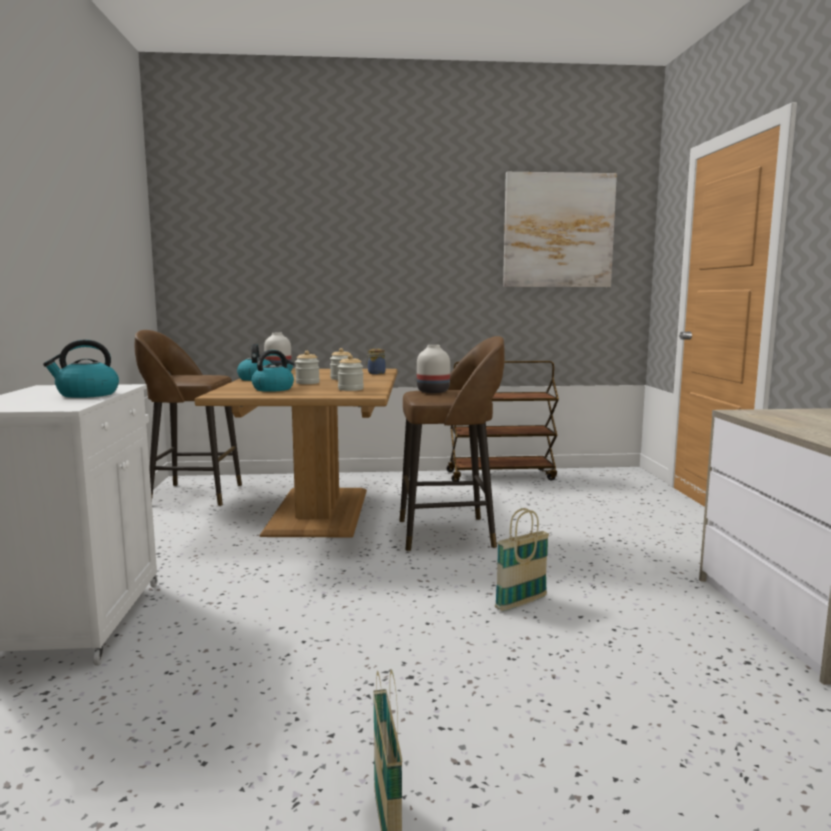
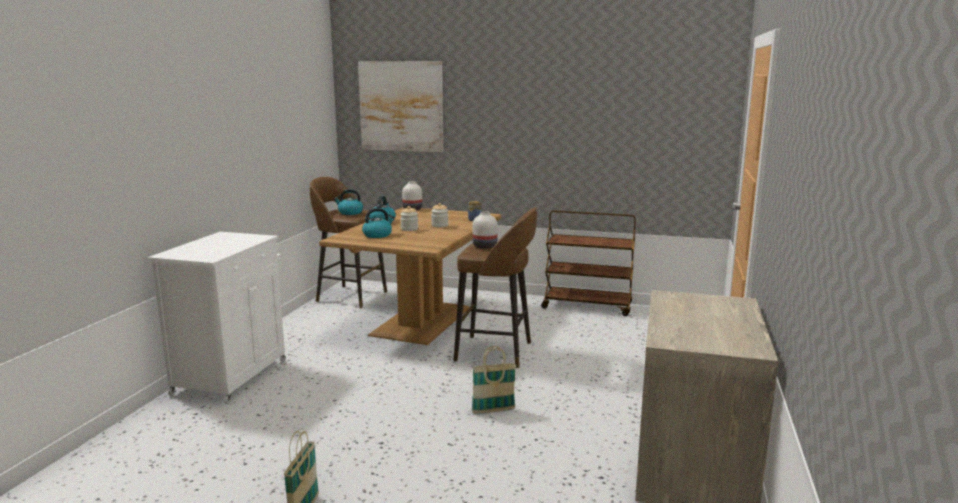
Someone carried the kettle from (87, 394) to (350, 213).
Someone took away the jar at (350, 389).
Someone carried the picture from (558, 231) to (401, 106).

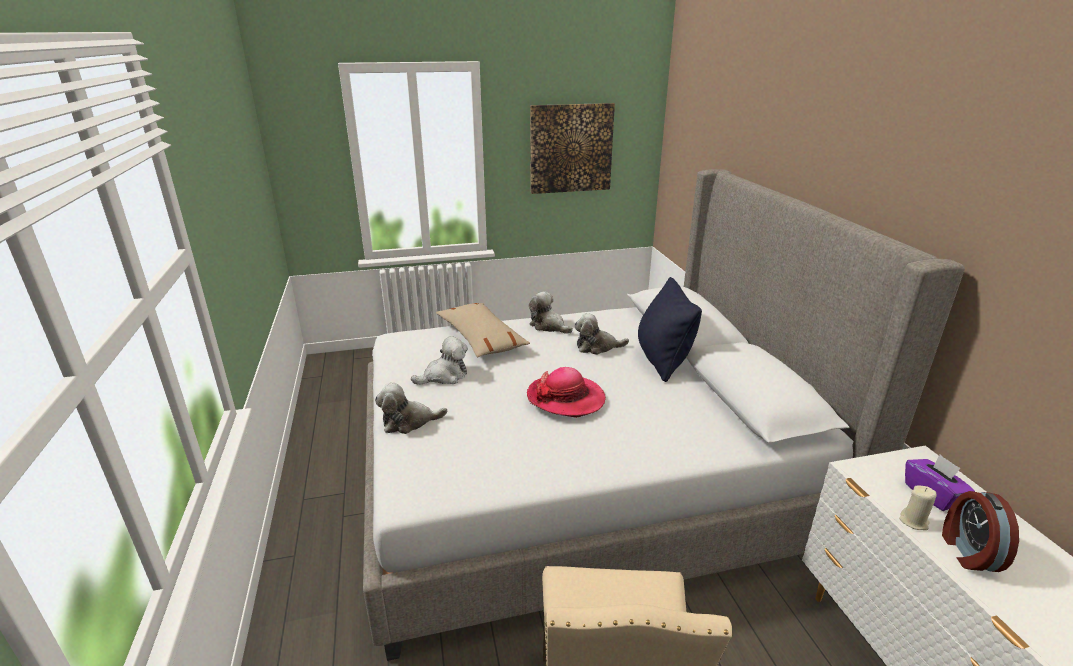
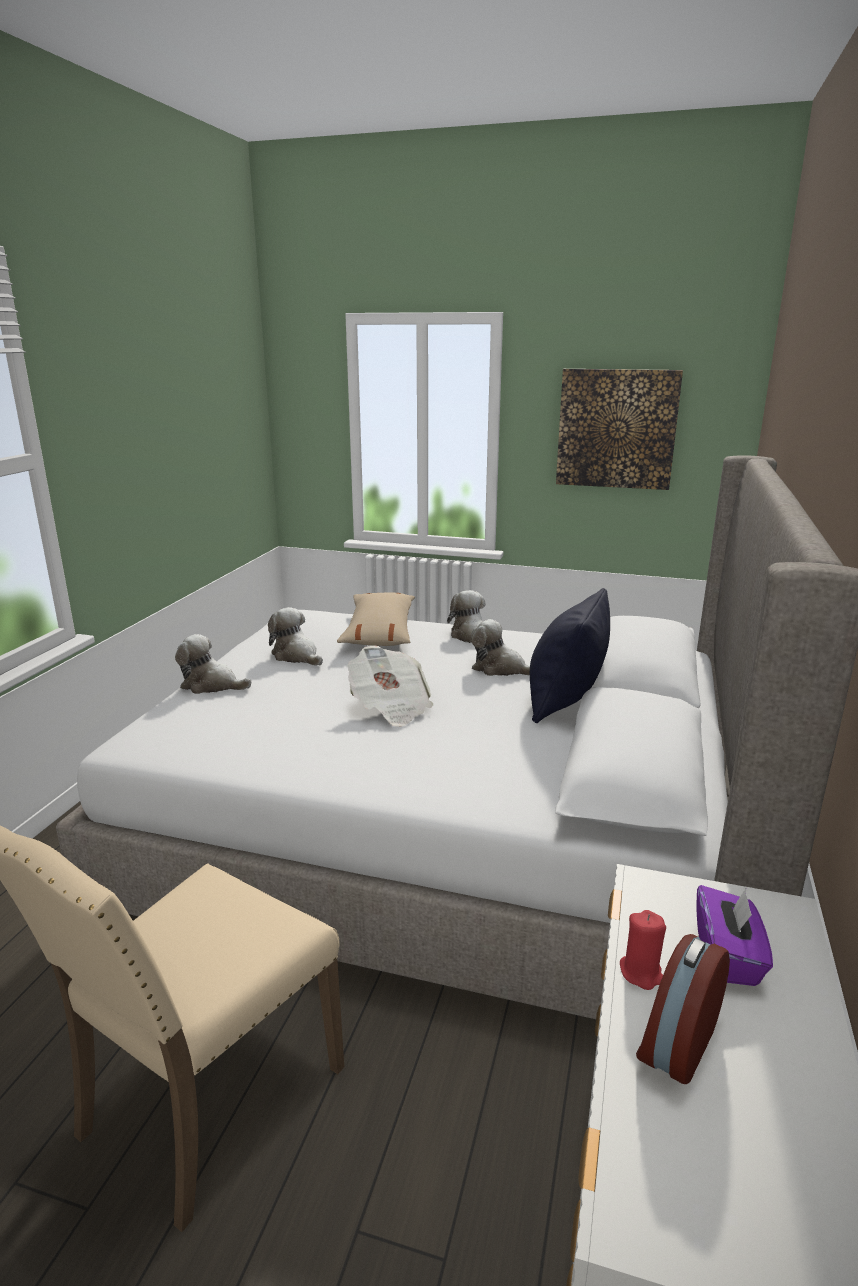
Someone rotated the plush toy at (444, 376) by 135 degrees counterclockwise.
Someone swapped the hat at (566, 398) for the newspaper at (390, 706).
Someone repainted the candle in beige at (914, 521), which became the candle in red at (642, 973).

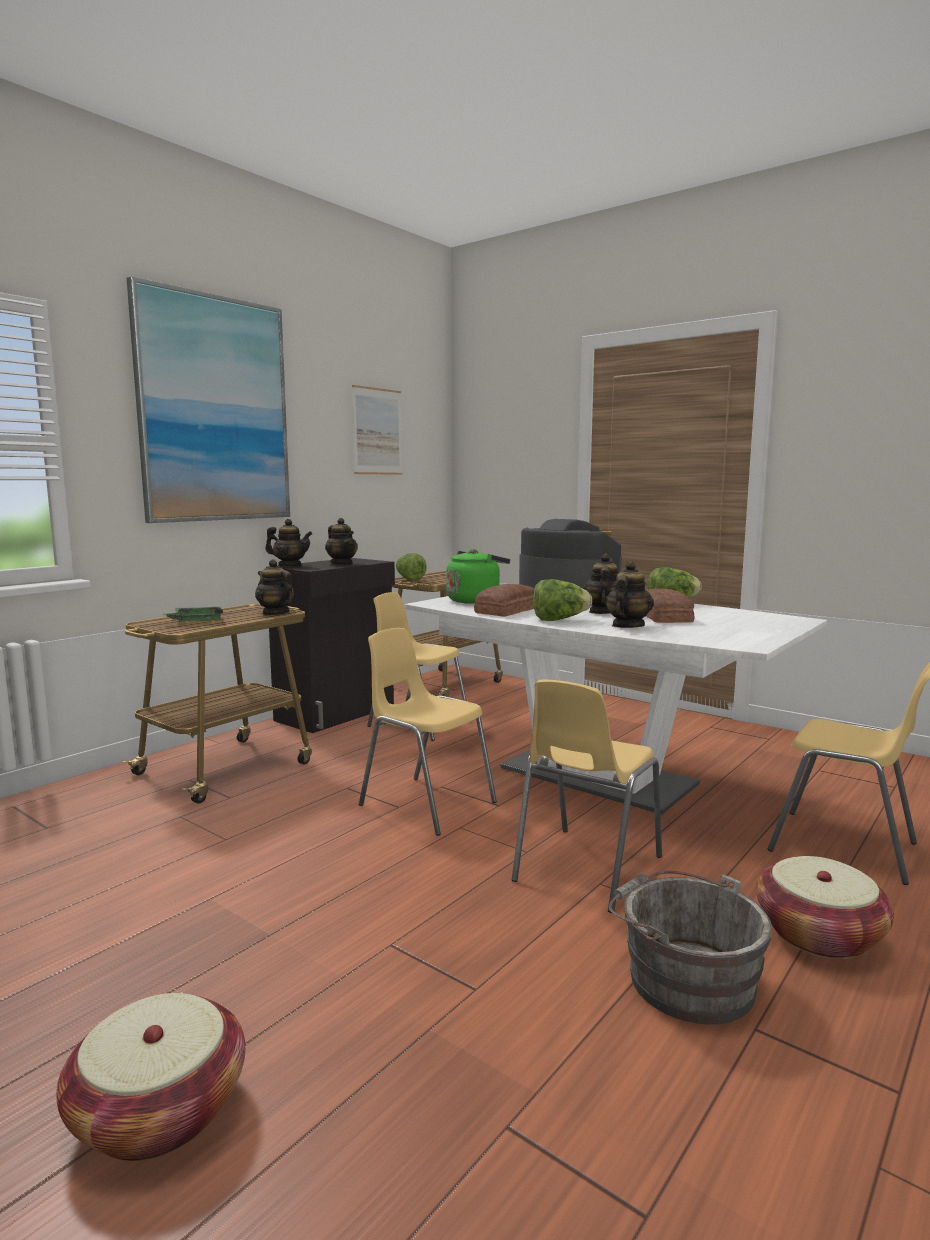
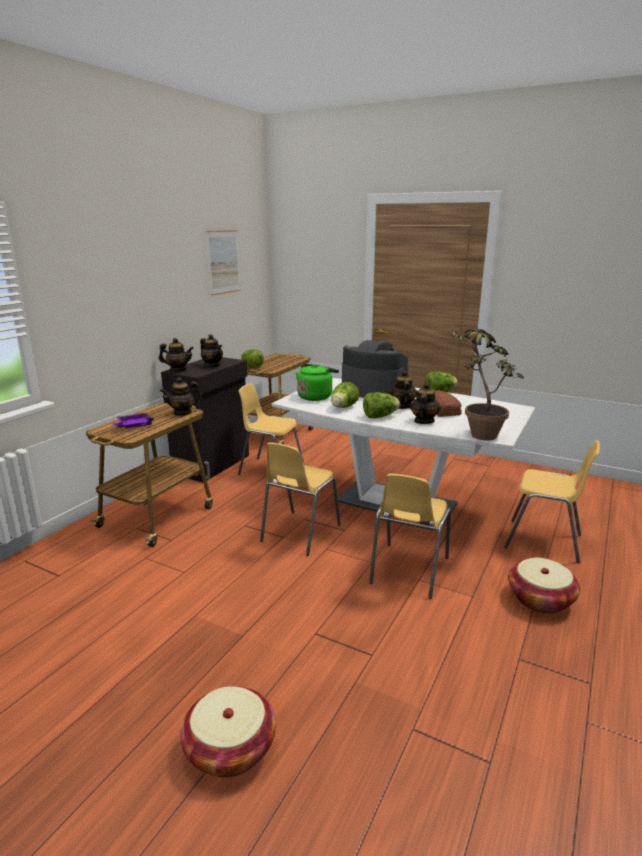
Someone took away the picture at (214, 410).
Someone repainted the tray in green at (196, 621), which became the tray in purple at (134, 426).
Someone rotated the teapot at (275, 613) by 60 degrees counterclockwise.
Someone rotated the chair in yellow at (426, 804) by 90 degrees counterclockwise.
Someone swapped the bread at (509, 610) for the lettuce at (343, 407).
Someone took away the bucket in grey at (684, 978).
Someone put down the potted plant at (476, 432).

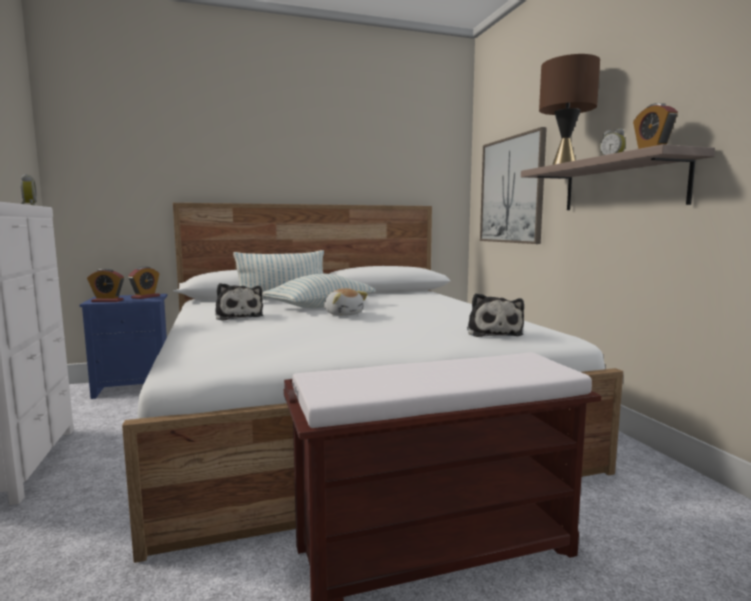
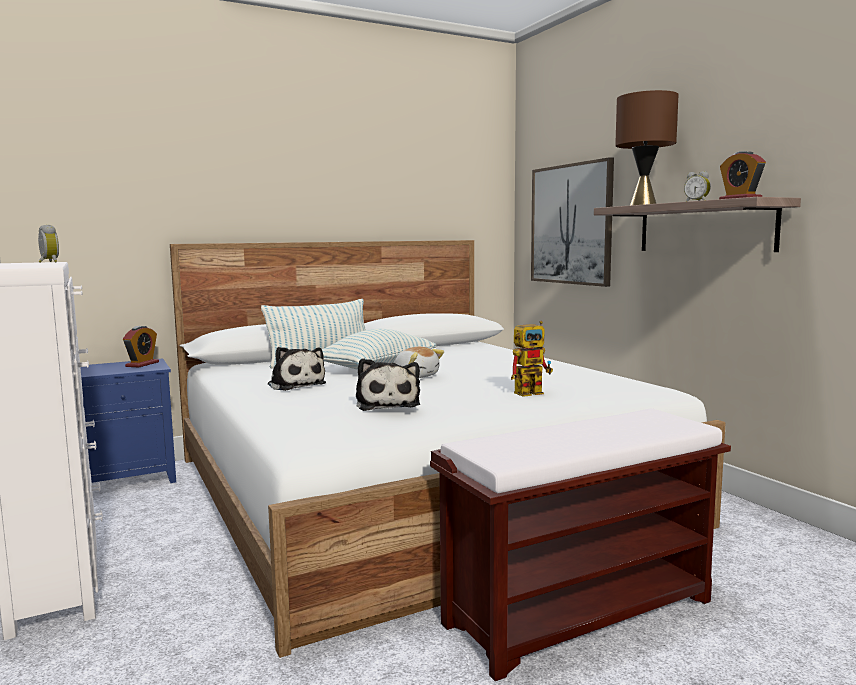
Someone took away the alarm clock at (107, 301).
Someone carried the plush toy from (493, 333) to (387, 404).
Someone put down the toy robot at (532, 392).

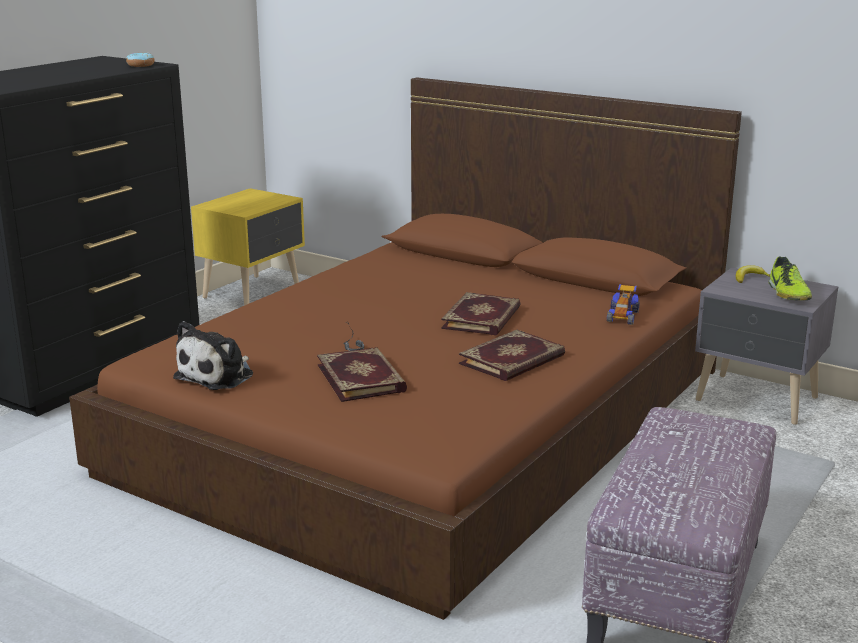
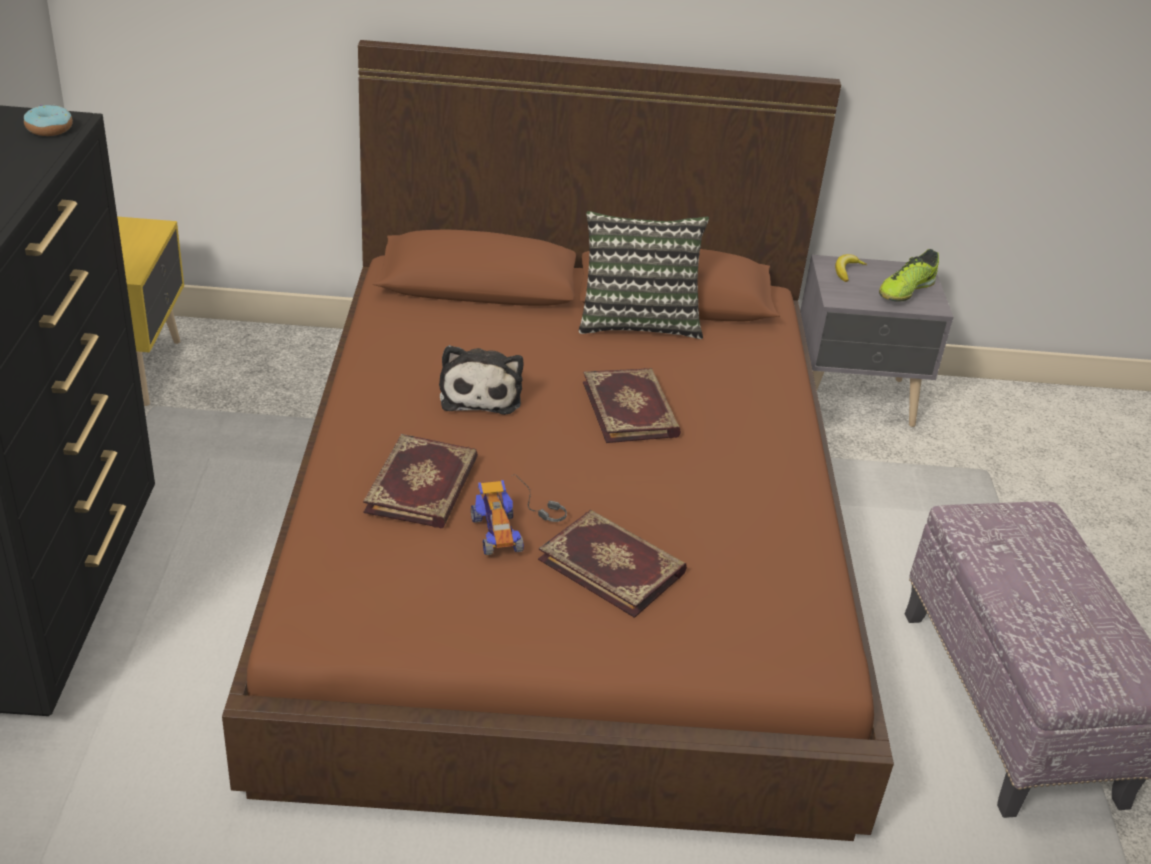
Someone carried the plush toy from (218, 375) to (481, 393).
Someone carried the book from (513, 360) to (424, 486).
Someone carried the toy car from (622, 316) to (496, 532).
Someone rotated the shoe at (788, 294) by 75 degrees clockwise.
Someone put down the pillow at (638, 321).

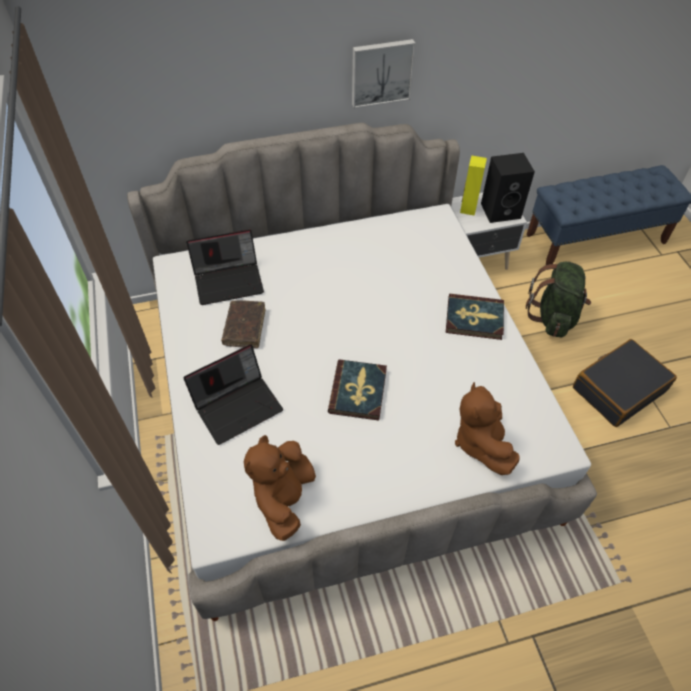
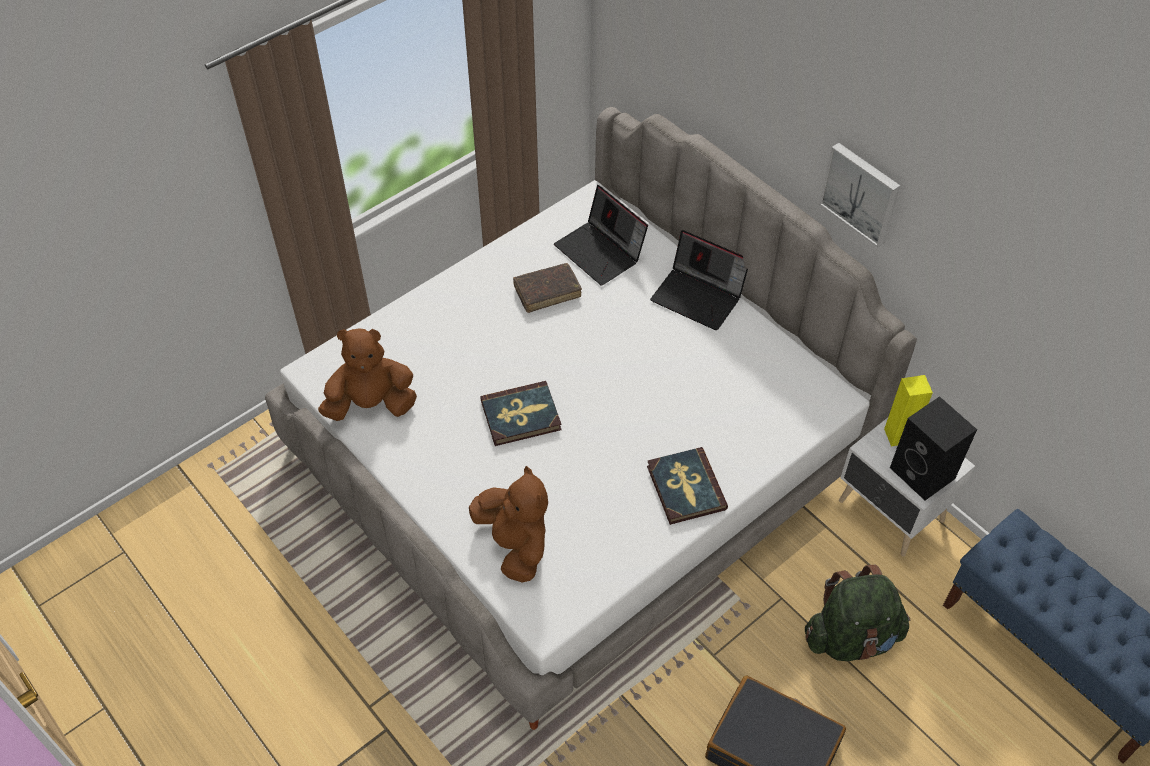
Someone carried the laptop from (238, 406) to (699, 296).
Someone rotated the plush toy in brown at (481, 442) by 90 degrees clockwise.

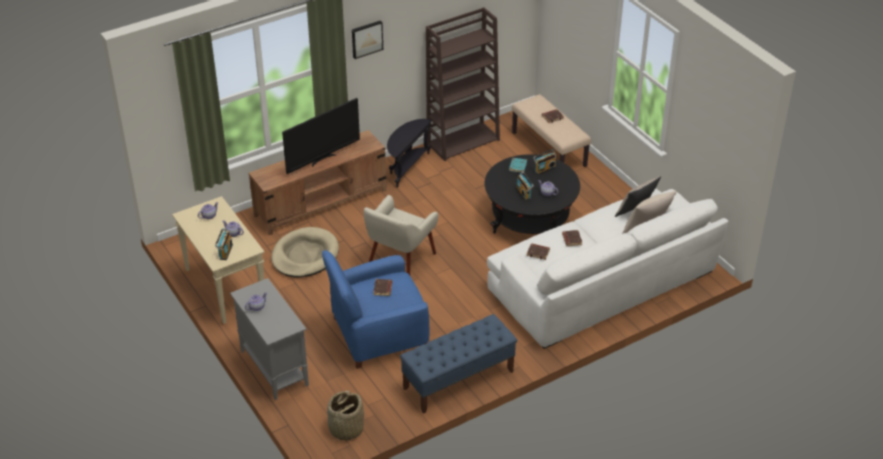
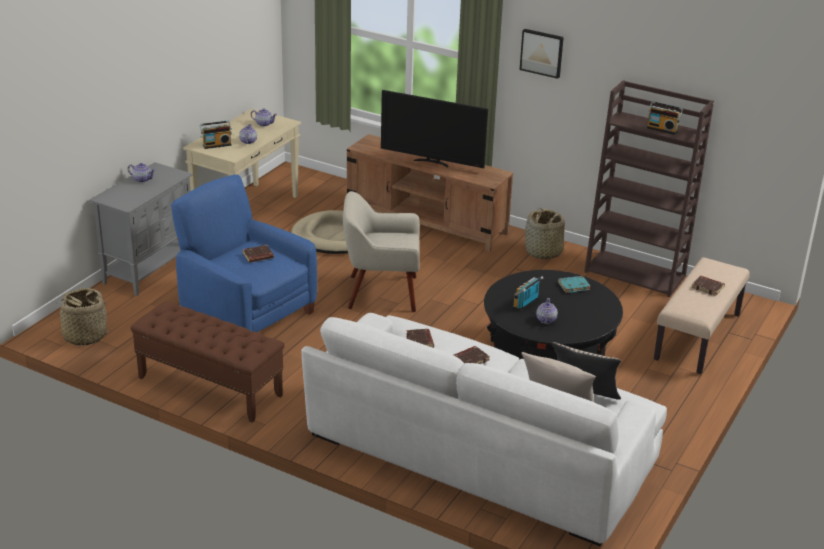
Someone swapped the side table in black at (406, 167) for the basket at (543, 252).
Someone repainted the bench in blue at (458, 380), which became the bench in brown at (209, 386).
Someone carried the radio from (544, 169) to (662, 129).

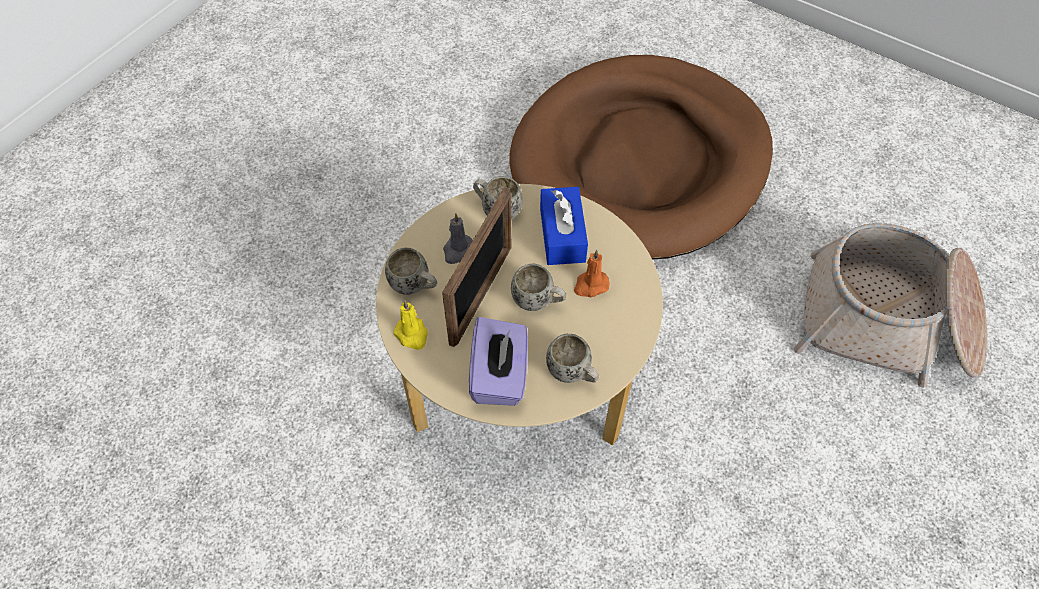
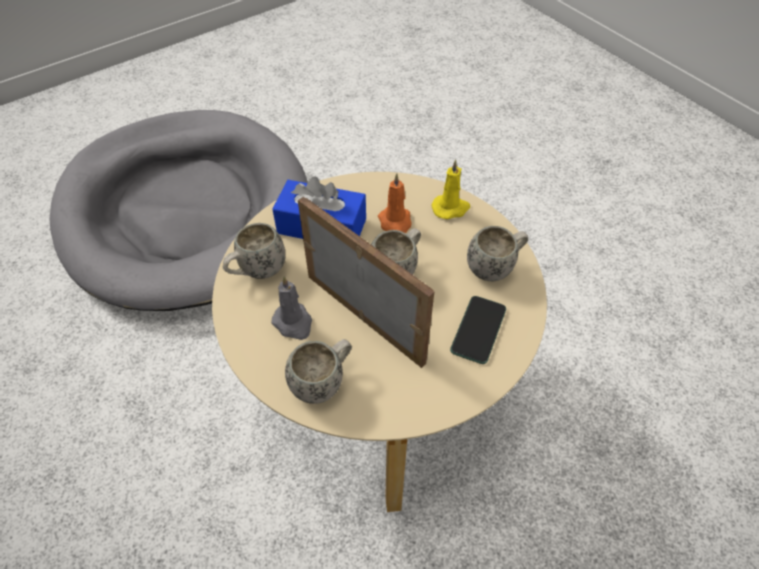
Someone carried the candle in yellow from (412, 335) to (451, 208).
Someone swapped the tissue box in purple at (499, 376) for the phone at (478, 330).
Someone repainted the dog bed in brown at (640, 162), which became the dog bed in grey at (186, 211).
Someone took away the basket at (888, 324).

